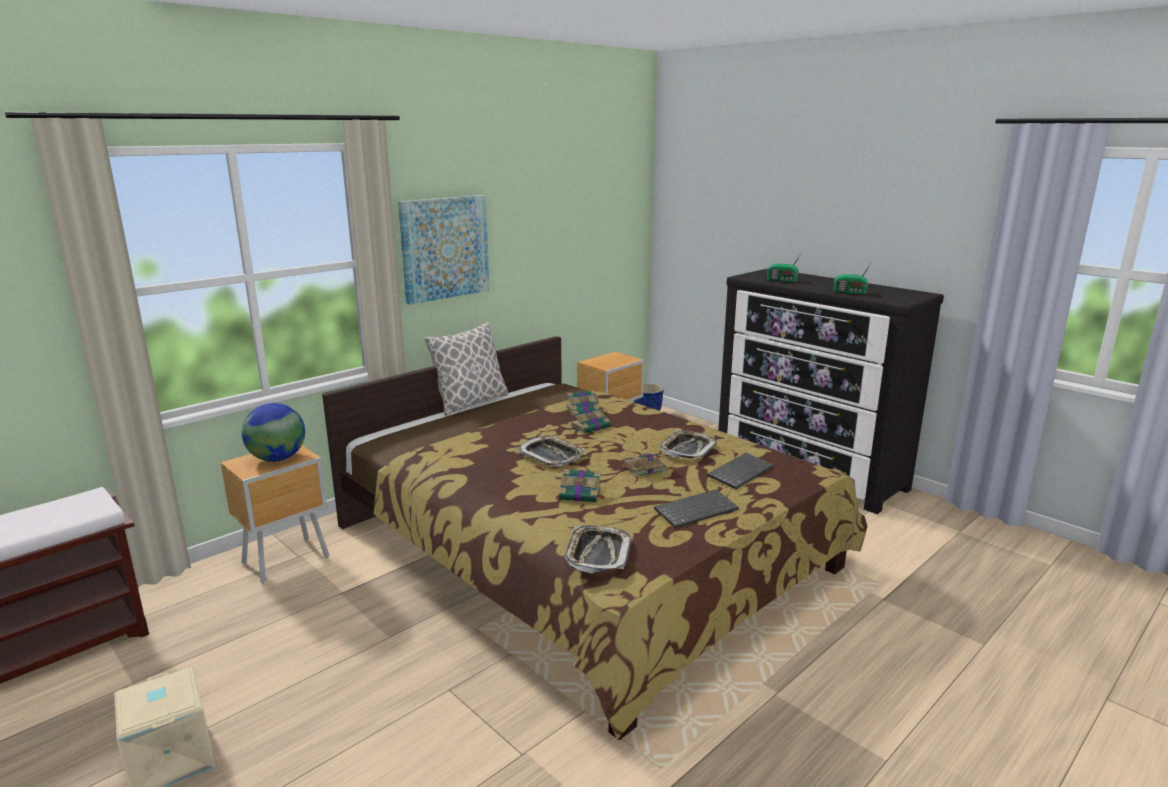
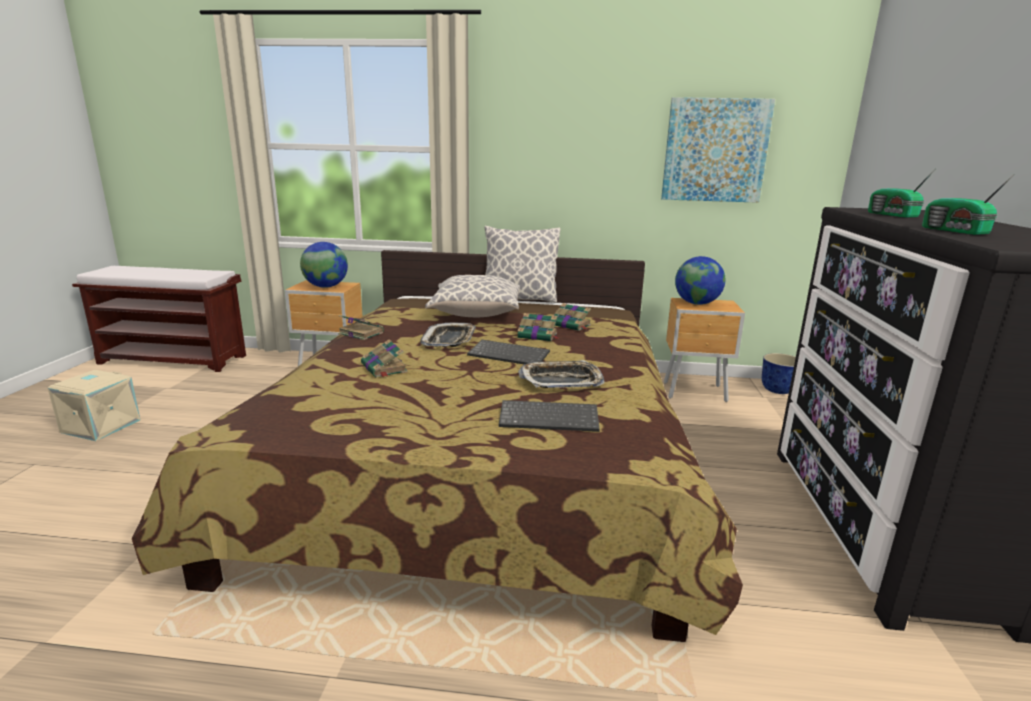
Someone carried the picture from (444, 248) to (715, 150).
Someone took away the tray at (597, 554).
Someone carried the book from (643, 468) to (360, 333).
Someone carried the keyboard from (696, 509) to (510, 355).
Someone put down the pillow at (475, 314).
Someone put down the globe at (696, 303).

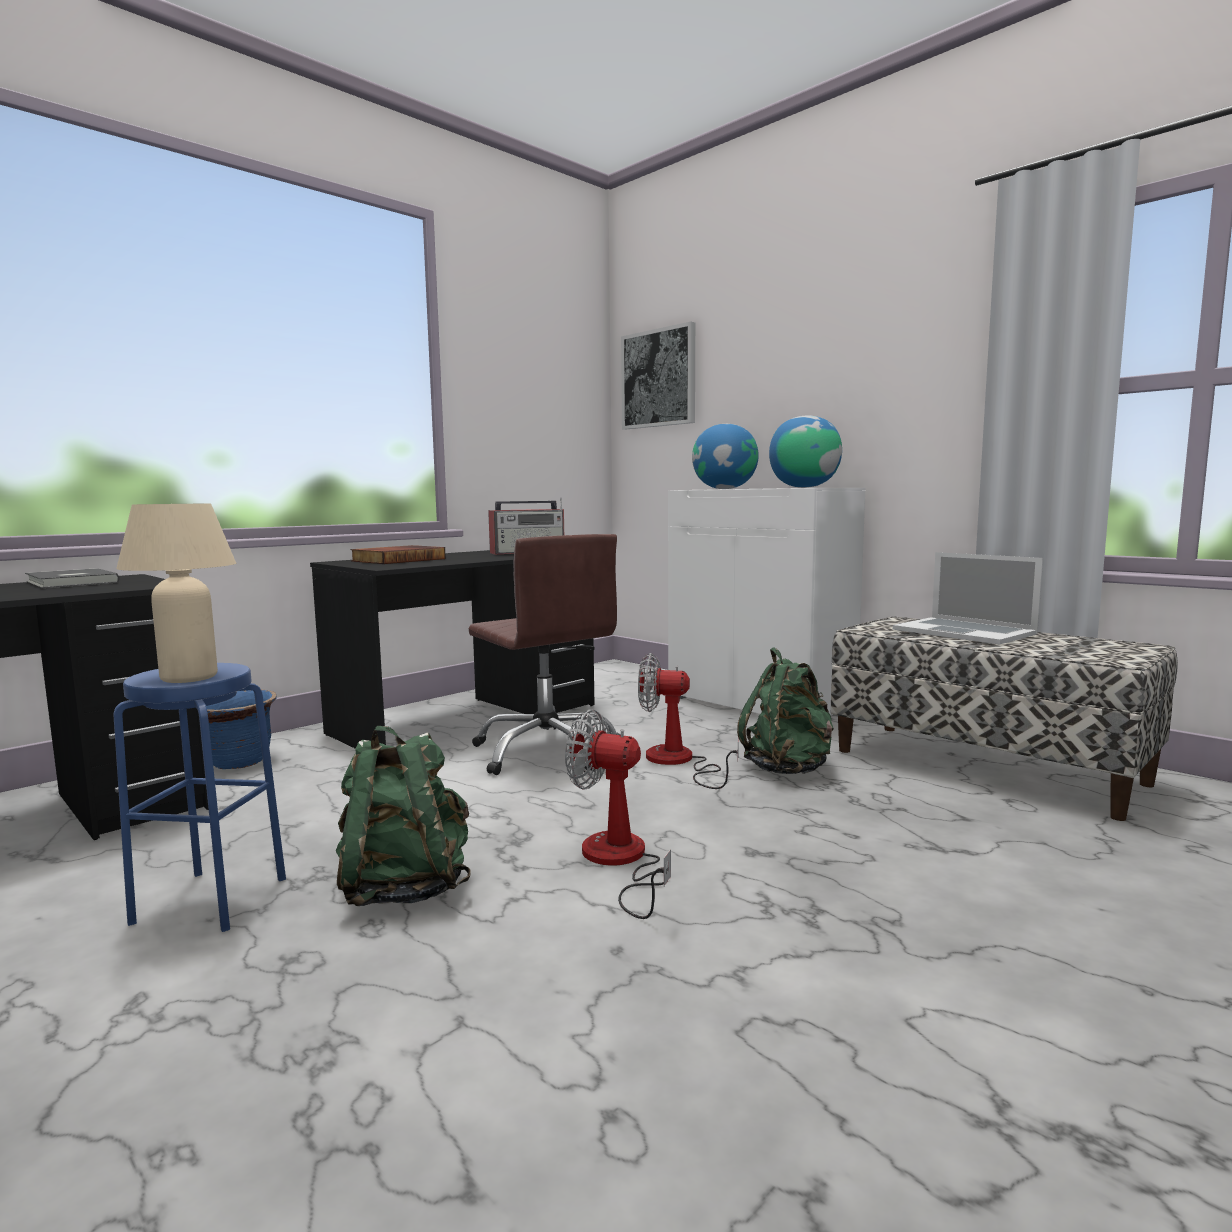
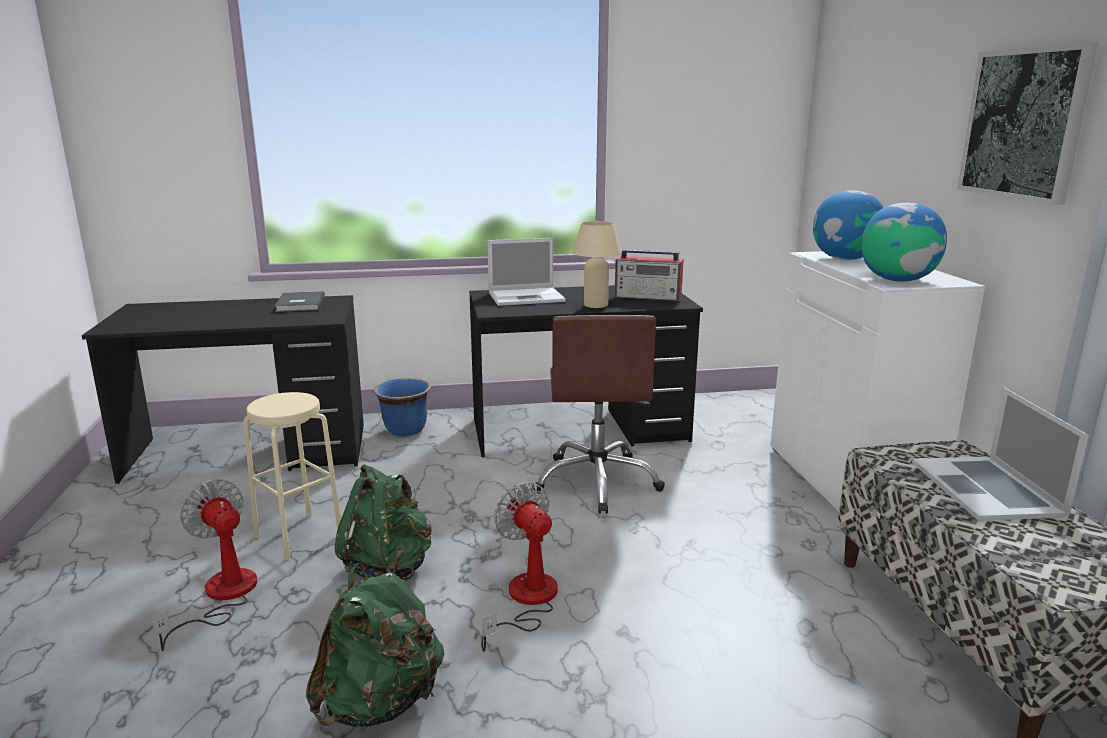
Someone repainted the stool in blue at (210, 900), which became the stool in beige at (298, 536).
Someone carried the table lamp in beige from (189, 677) to (596, 305).
Someone swapped the book at (398, 560) for the laptop at (527, 297).
Someone carried the picture from (659, 378) to (1024, 124).
Someone carried the fan from (678, 762) to (221, 597).
Someone carried the backpack in green from (788, 769) to (380, 703).

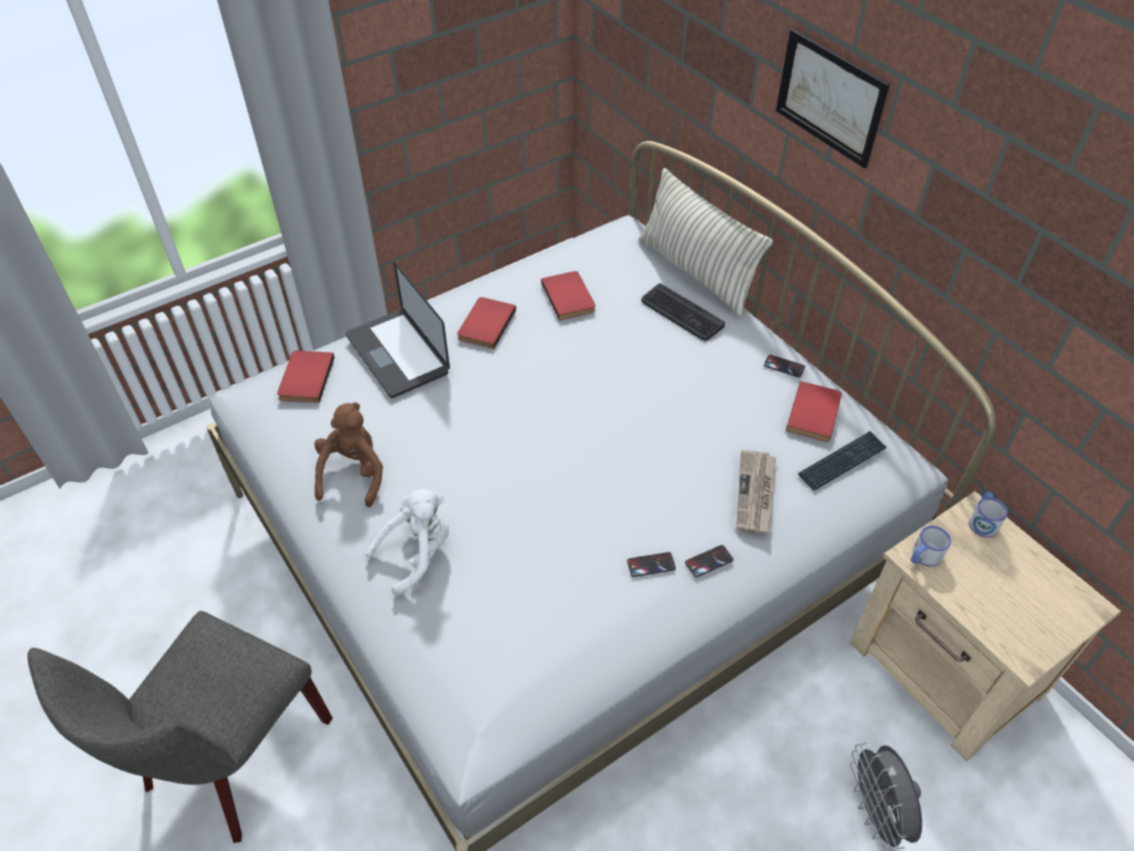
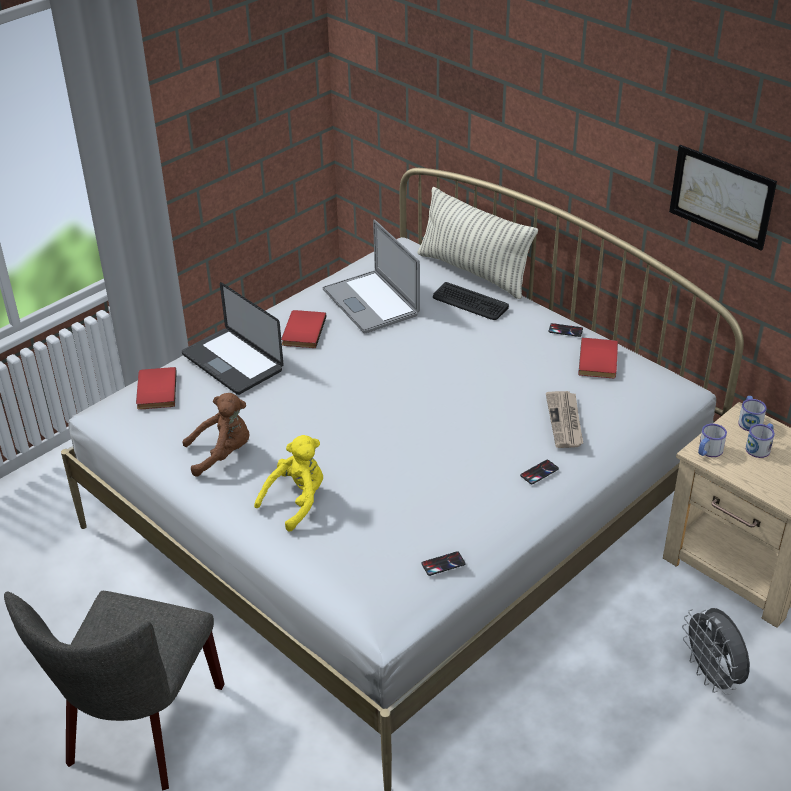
Someone rotated the plush toy in brown at (353, 474) by 75 degrees clockwise.
Someone repainted the plush toy in white at (417, 554), which became the plush toy in yellow at (297, 501).
Someone swapped the book in red at (570, 297) for the laptop at (370, 302).
Someone carried the phone from (651, 565) to (443, 564).
Someone carried the picture from (830, 98) to (721, 196).
Someone took away the keyboard at (842, 462).
Someone put down the mug at (760, 447).

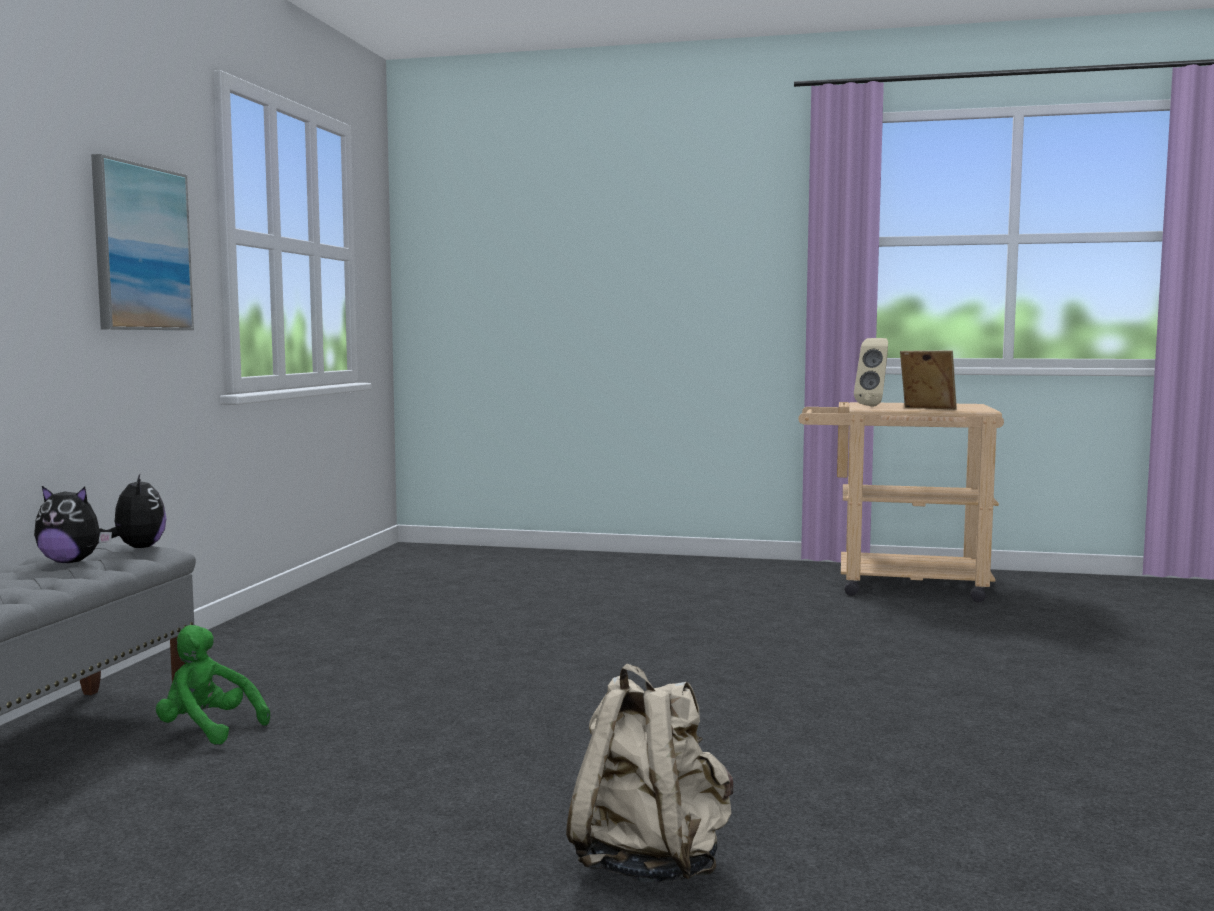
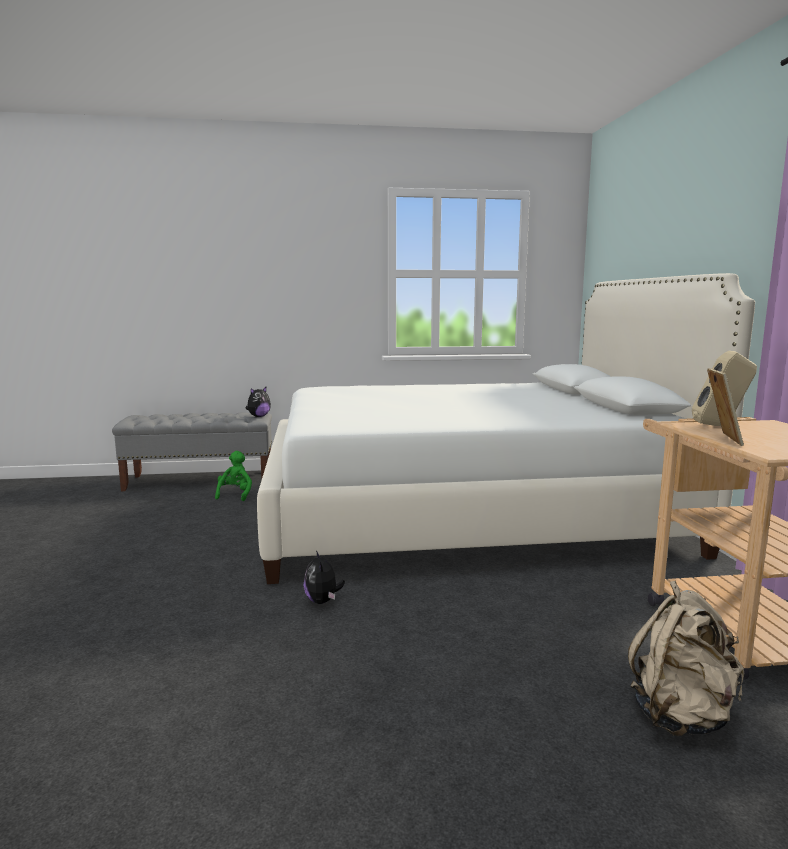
Someone carried the plush toy from (71, 562) to (323, 601).
Someone took away the picture at (141, 248).
Someone carried the backpack in beige from (650, 862) to (681, 715).
Someone put down the bed in white at (466, 514).

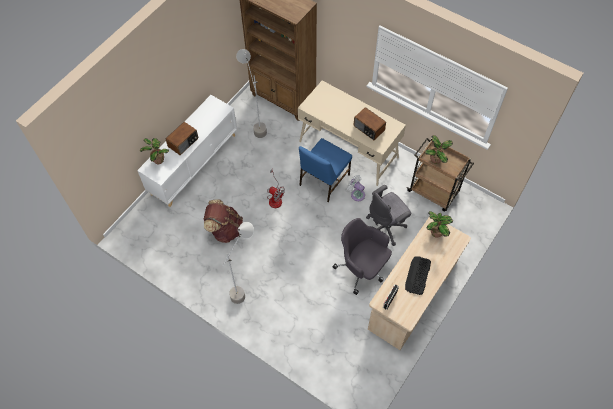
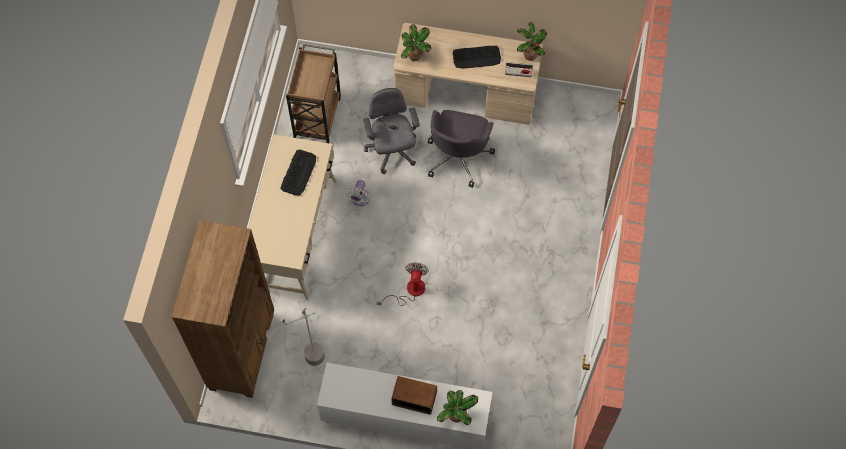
Someone took away the backpack in brown at (225, 229).
Someone took away the floor lamp in grey at (245, 287).
Someone took away the chair in blue at (323, 180).
Someone swapped the radio at (368, 128) for the keyboard at (298, 172).
Someone rotated the office chair in grey at (386, 227) by 135 degrees counterclockwise.
Someone carried the potted plant from (436, 159) to (530, 54).

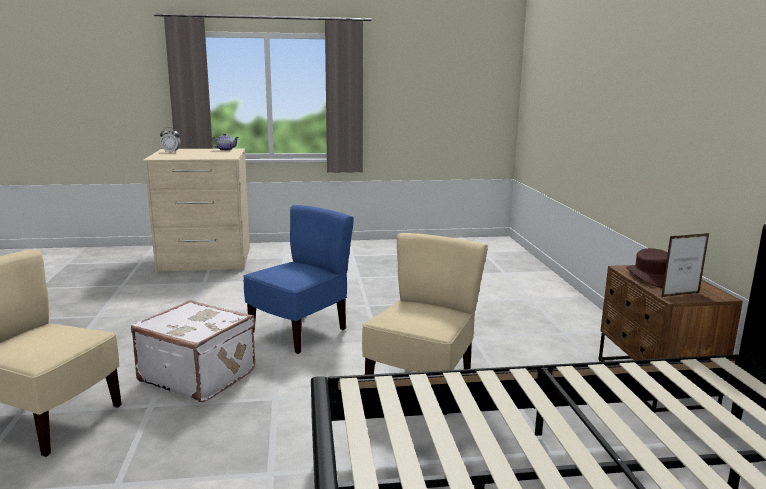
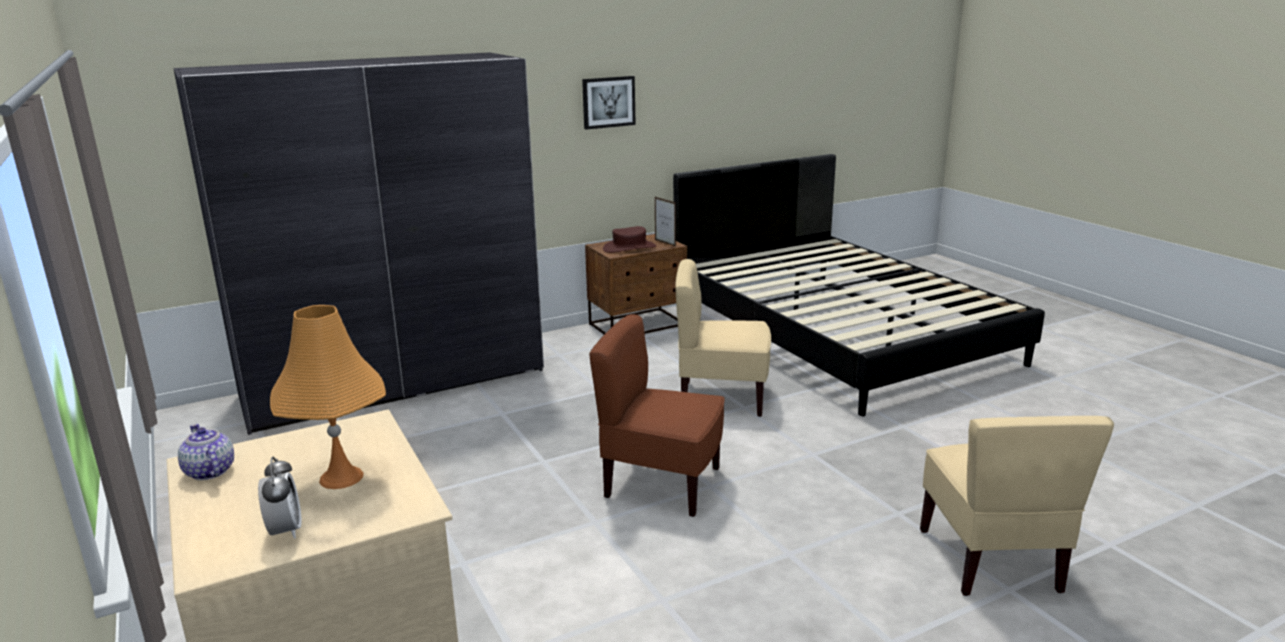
Someone took away the suitcase in white at (199, 375).
Someone repainted the chair in blue at (299, 332), which became the chair in brown at (661, 484).
Someone put down the wardrobe in grey at (395, 382).
Someone put down the table lamp in orange at (341, 477).
Someone put up the picture at (608, 102).

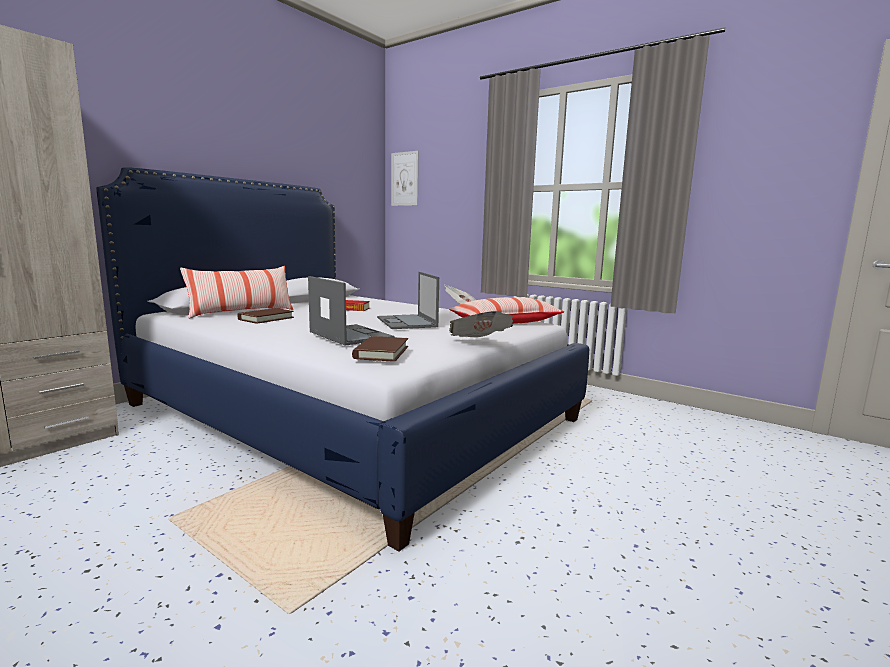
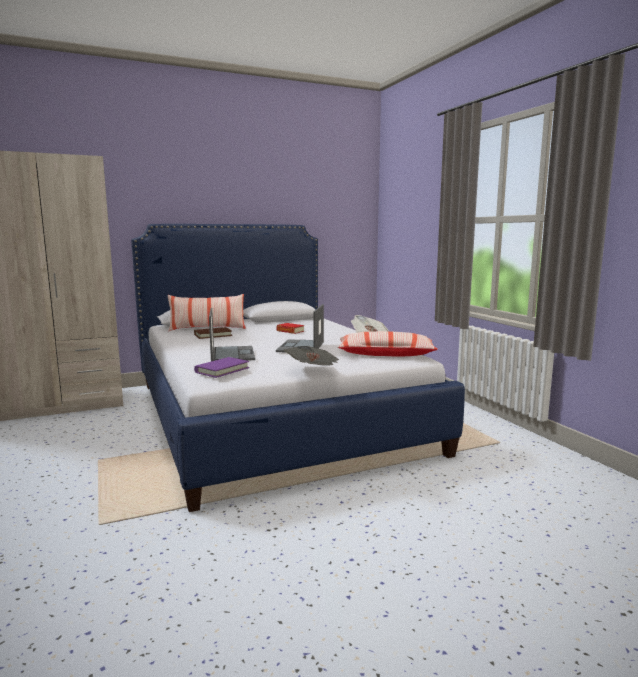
Someone repainted the book in brown at (381, 352), which became the book in purple at (222, 370).
Someone took away the picture at (404, 179).

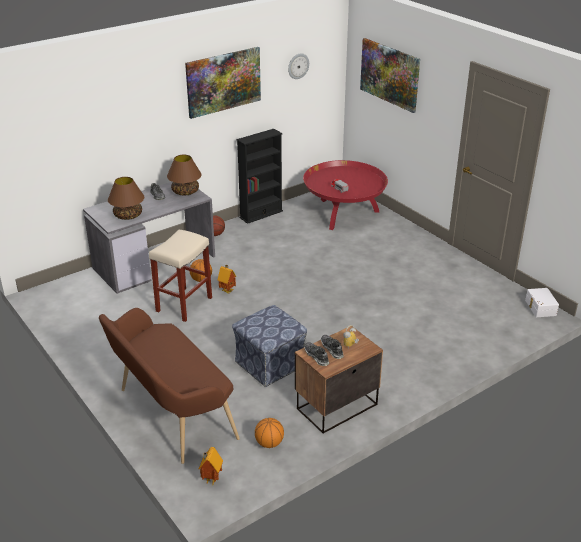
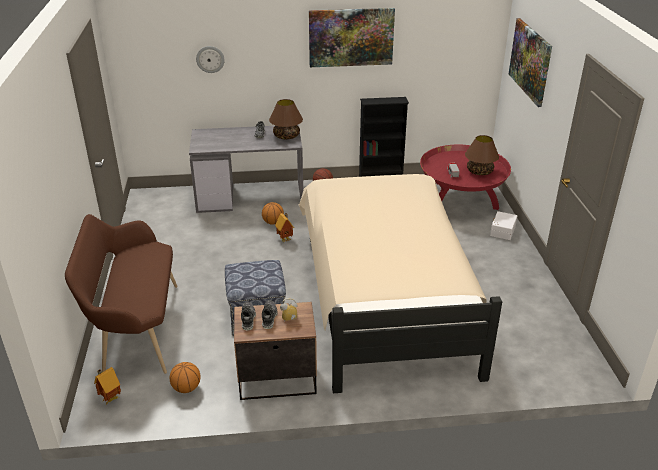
Someone carried the table lamp in brown from (128, 215) to (480, 171).
Someone took away the stool in beige at (184, 305).
Someone carried the wall clock from (298, 66) to (210, 59).
Someone carried the storage box in white from (539, 308) to (502, 230).
Someone put down the bed in beige at (385, 294).

